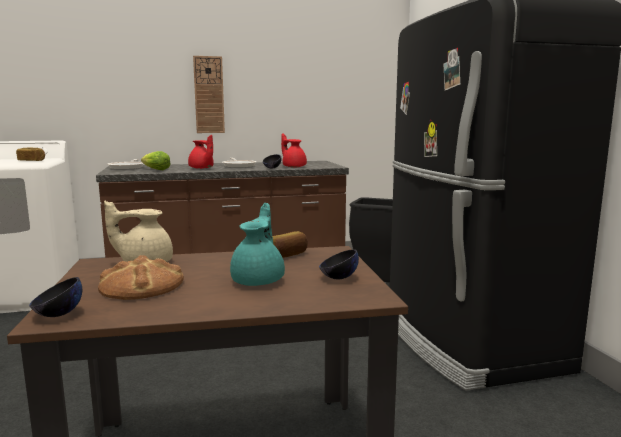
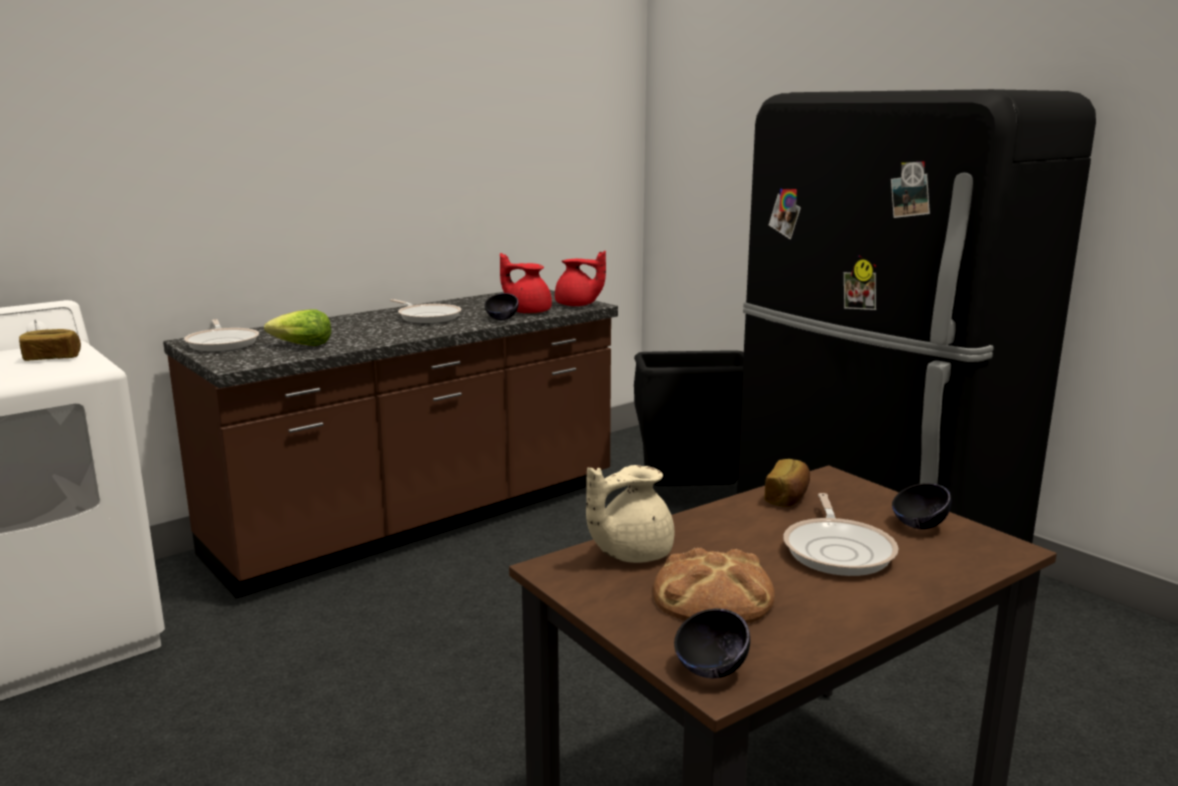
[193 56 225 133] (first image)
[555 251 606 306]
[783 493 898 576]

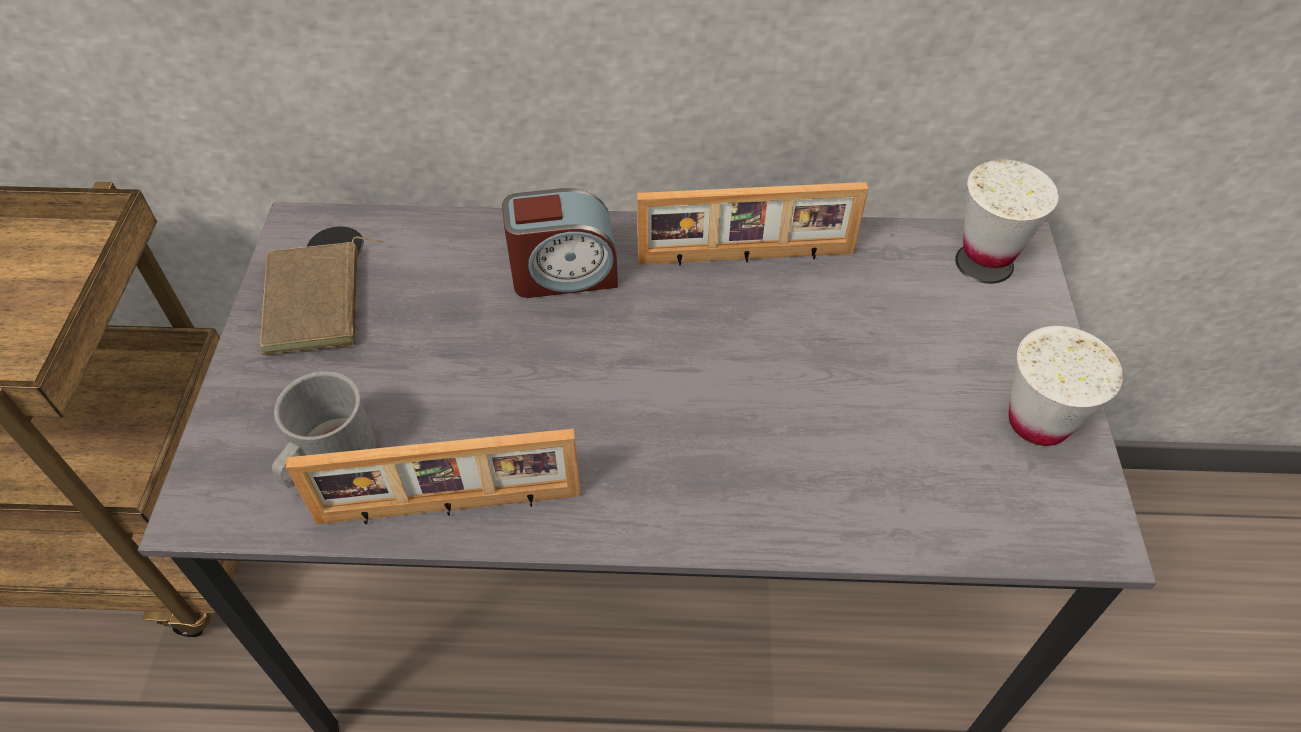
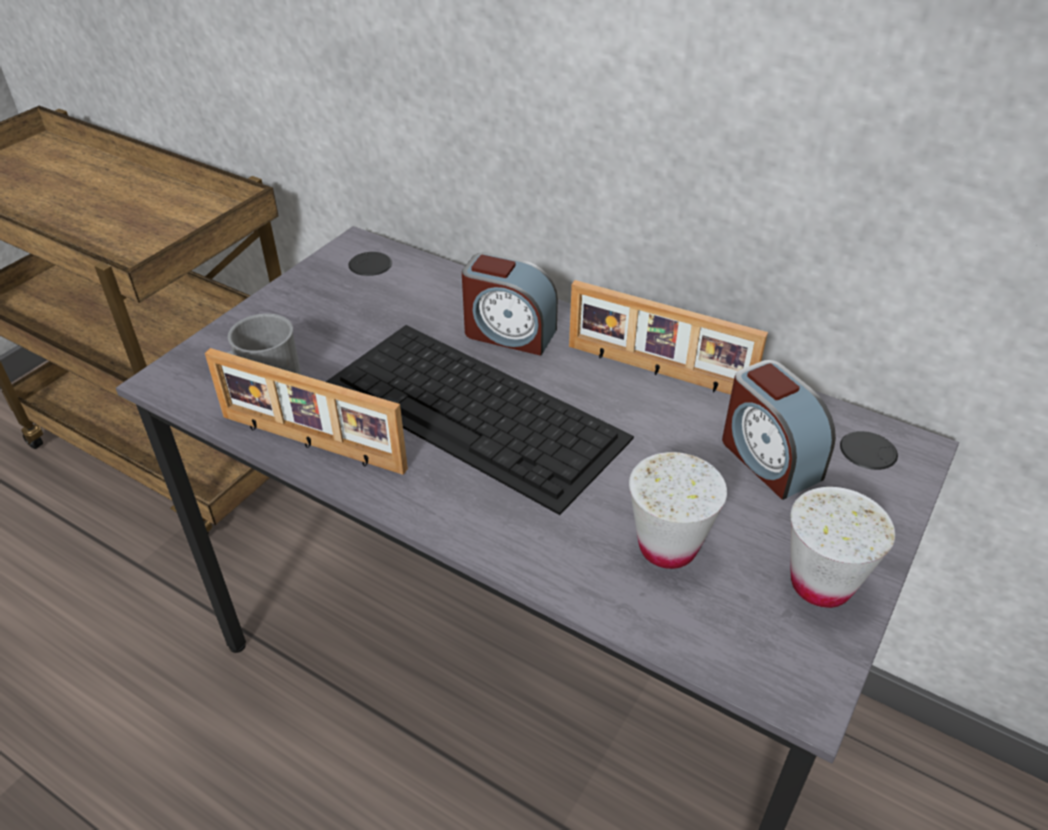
[629 452 727 569]
[260 237 383 355] (first image)
[326 325 634 515]
[722 360 836 500]

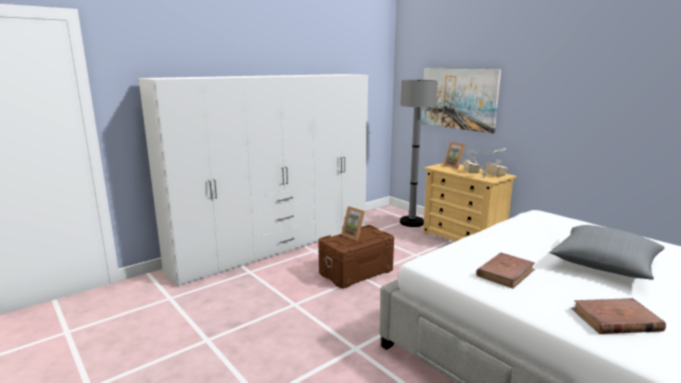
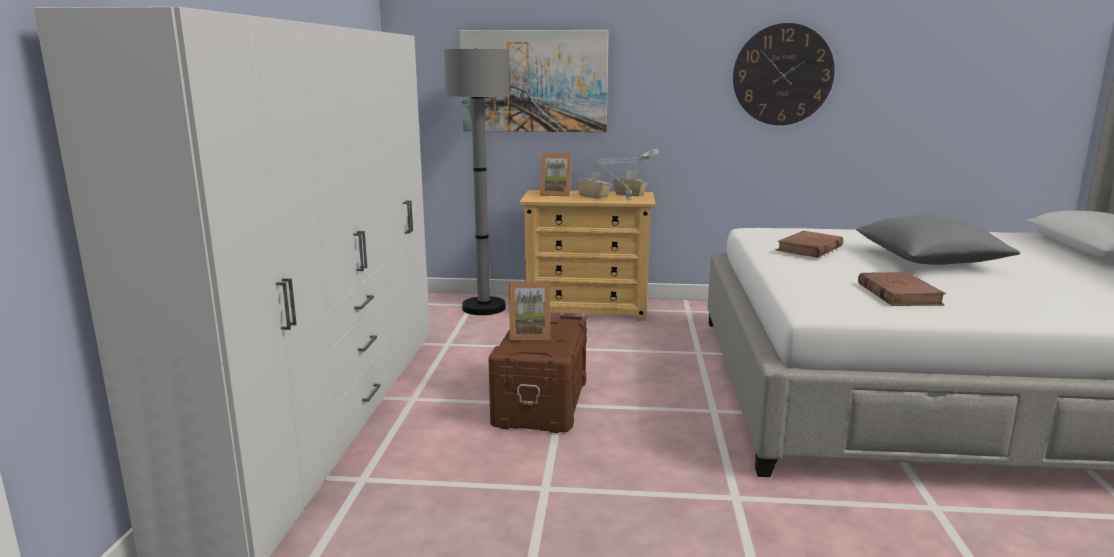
[776 231 843 257]
[733 23 835 125]

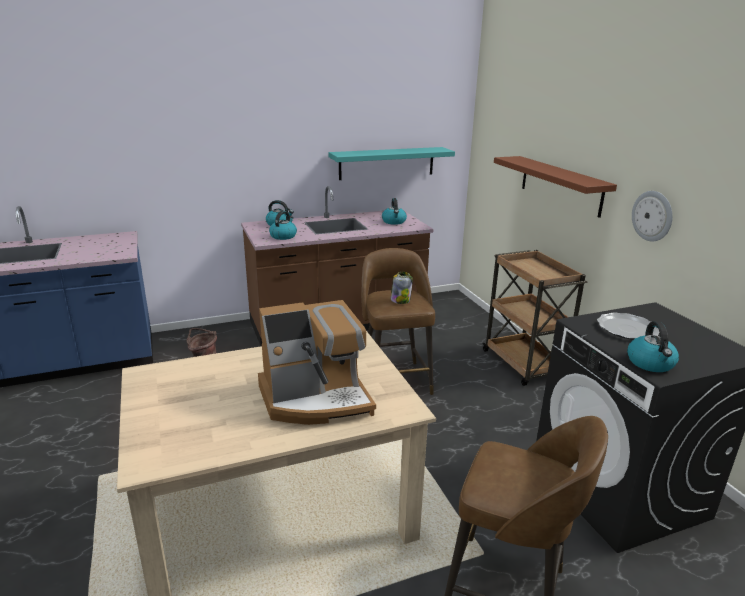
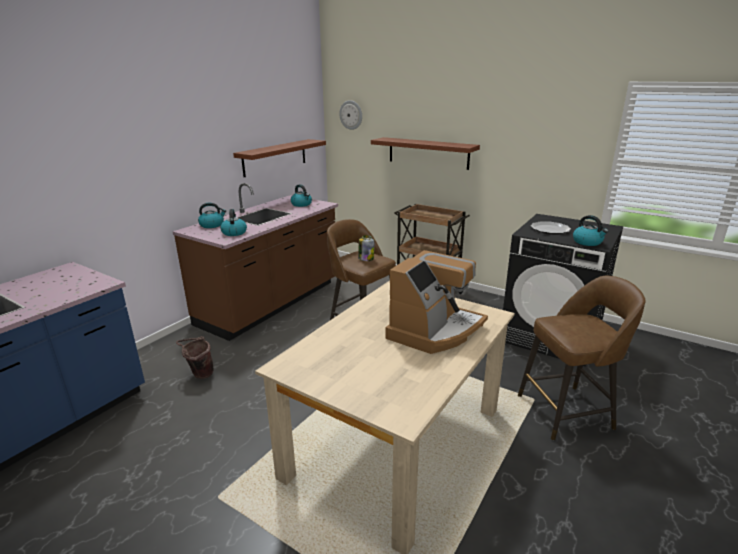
[233 139 326 177]
[339 100 362 130]

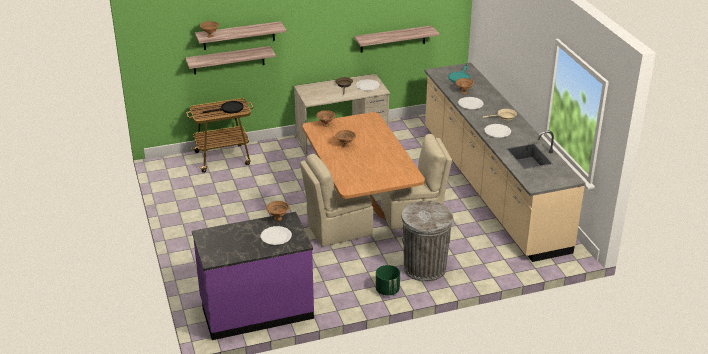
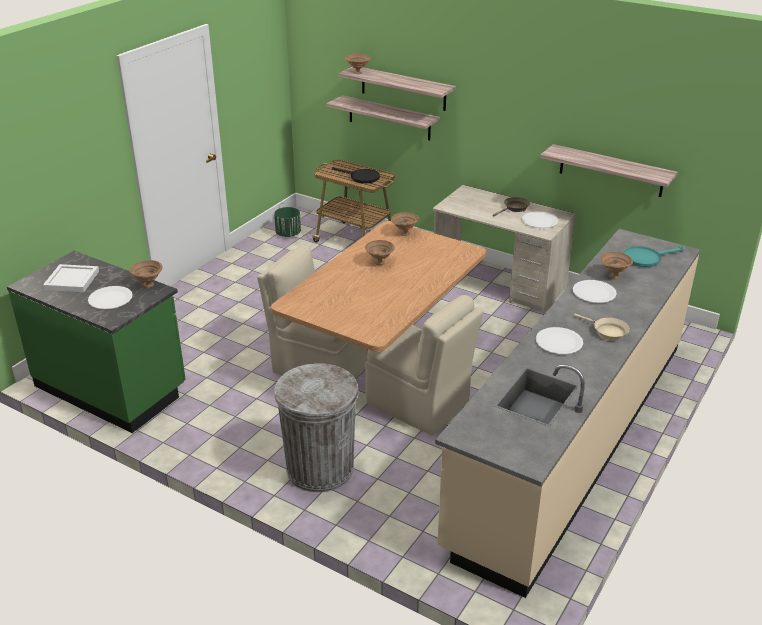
[7 251 186 433]
[274 207 301 237]
[43 264 99 292]

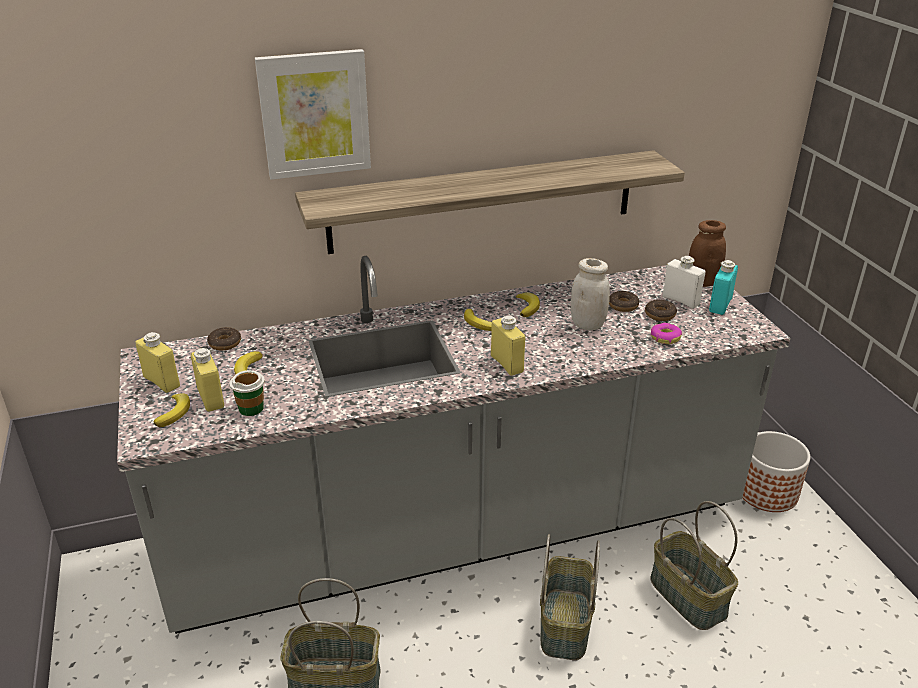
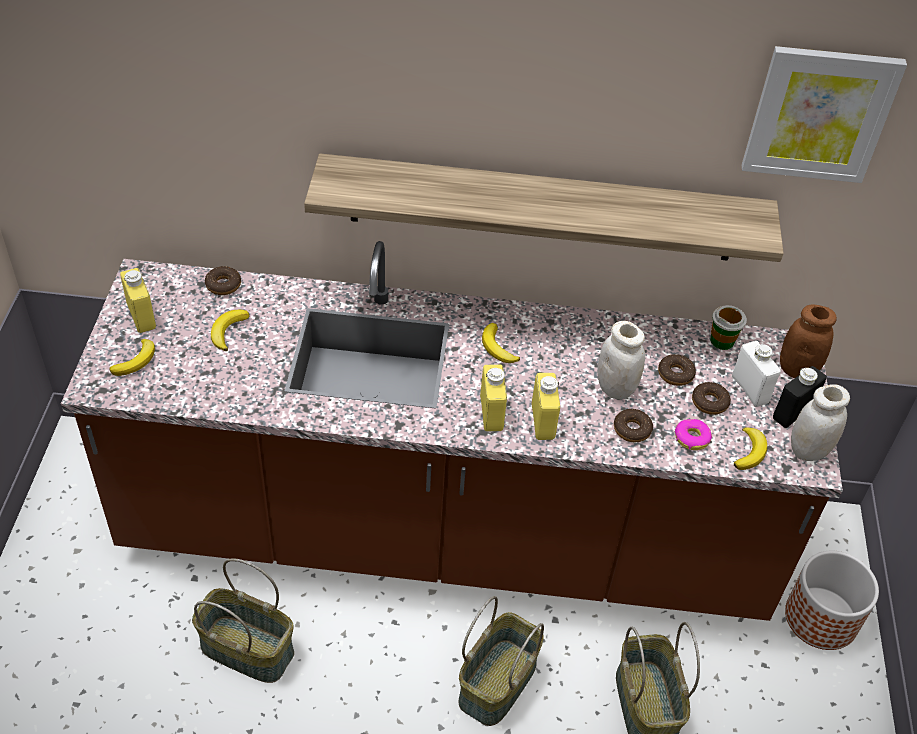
[741 46 907 183]
[61 241 843 621]
[773 366 827 428]
[734 427 767 470]
[532 373 560 440]
[710 305 747 350]
[791 384 850 461]
[614 409 653 442]

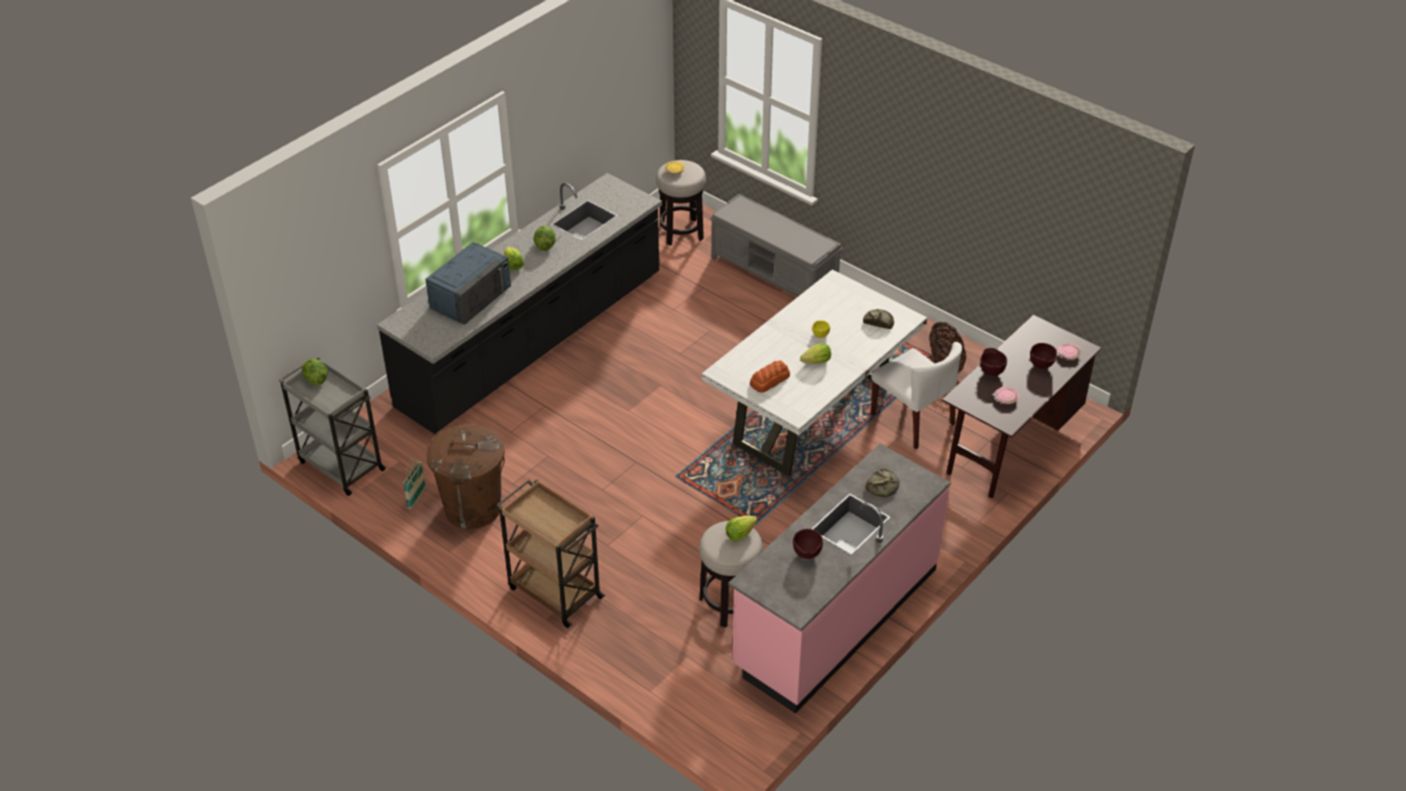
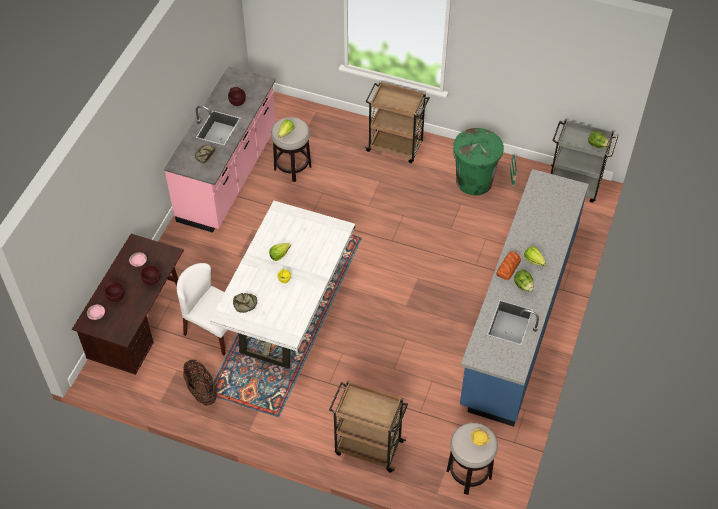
[460 169 589 427]
[329 380 408 473]
[426 242 511 325] (first image)
[496 251 521 280]
[453 128 504 195]

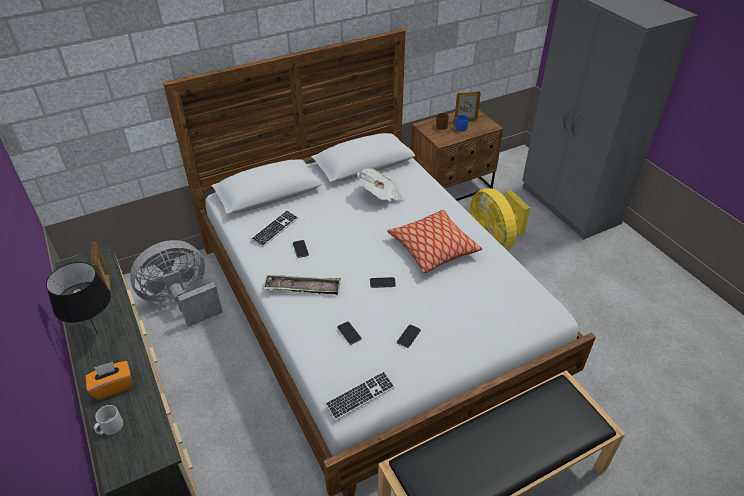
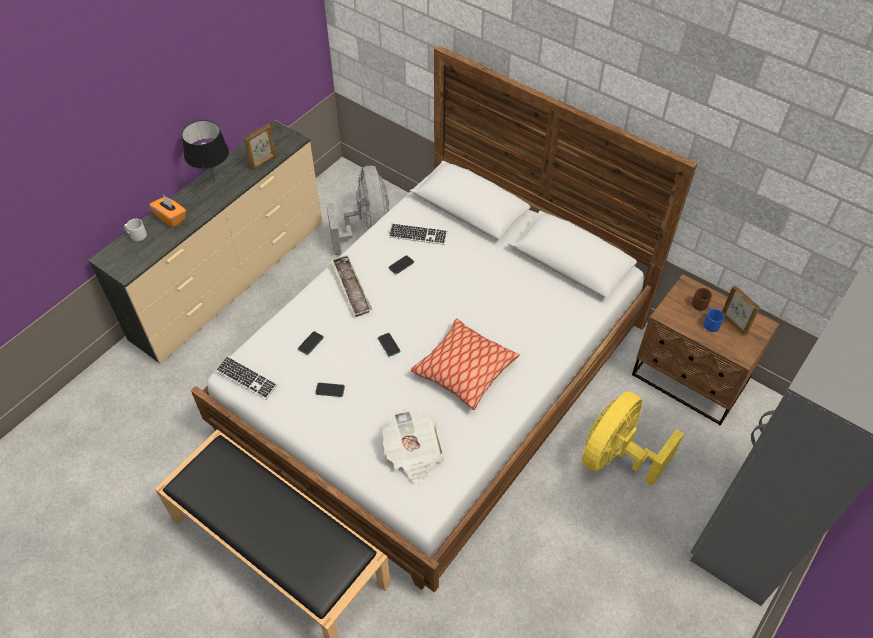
[382 409 444 484]
[326 166 389 255]

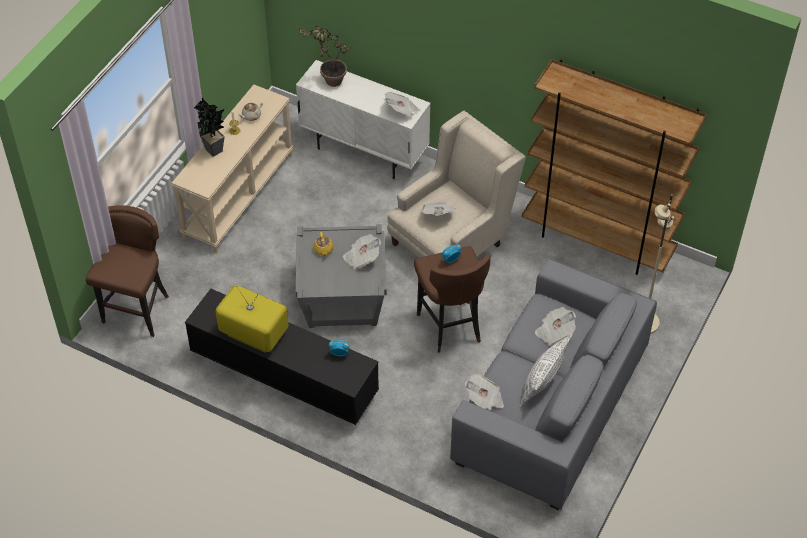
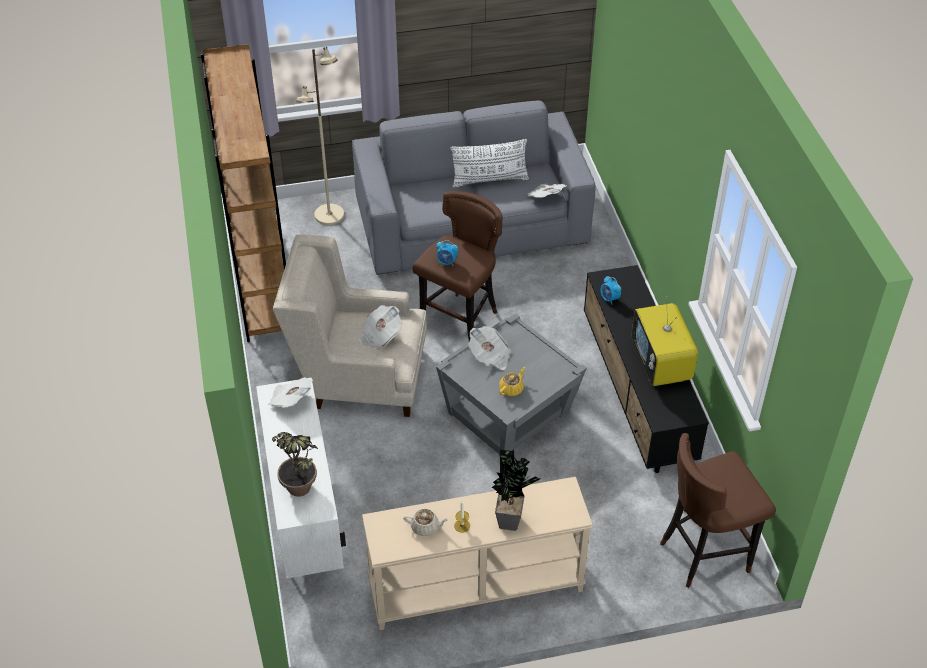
[535 307 576 346] (first image)

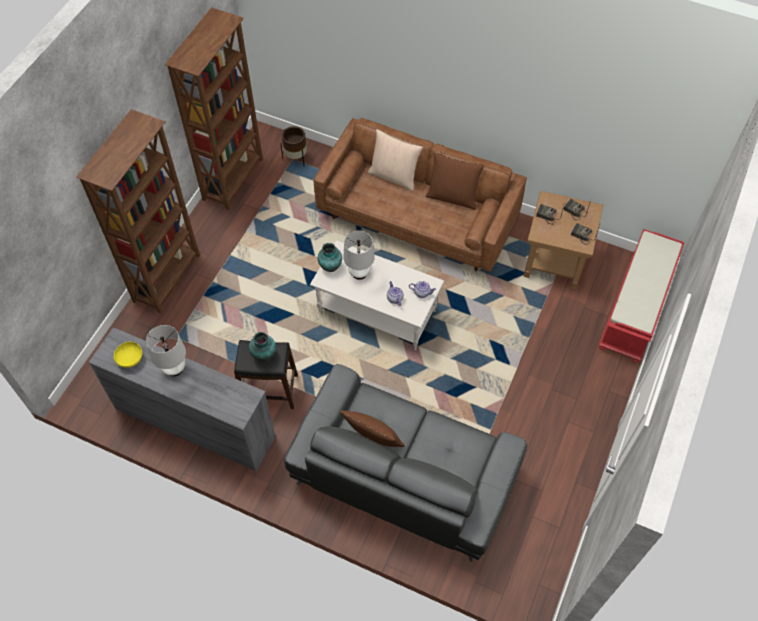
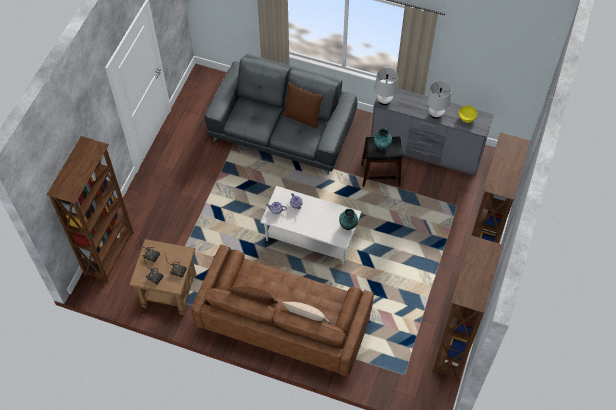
[280 126 307 166] (first image)
[46 136 134 284]
[375 68 398 105]

